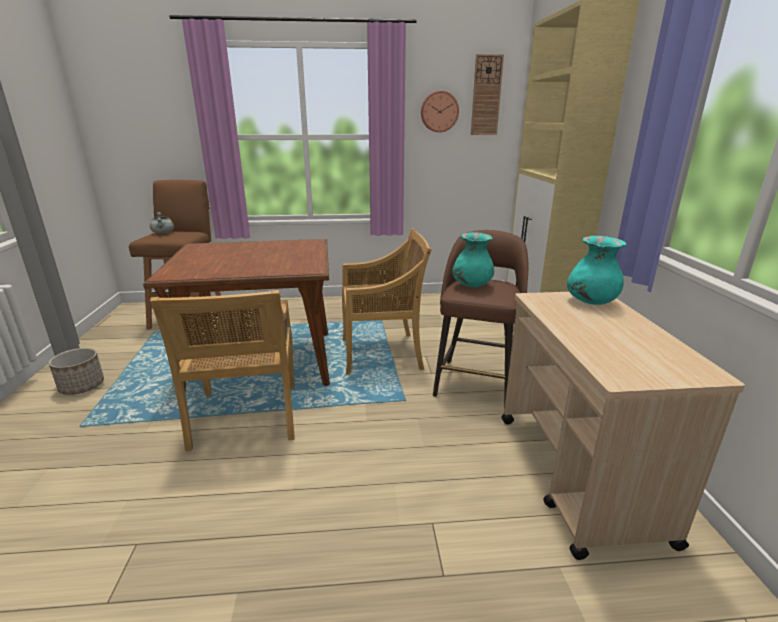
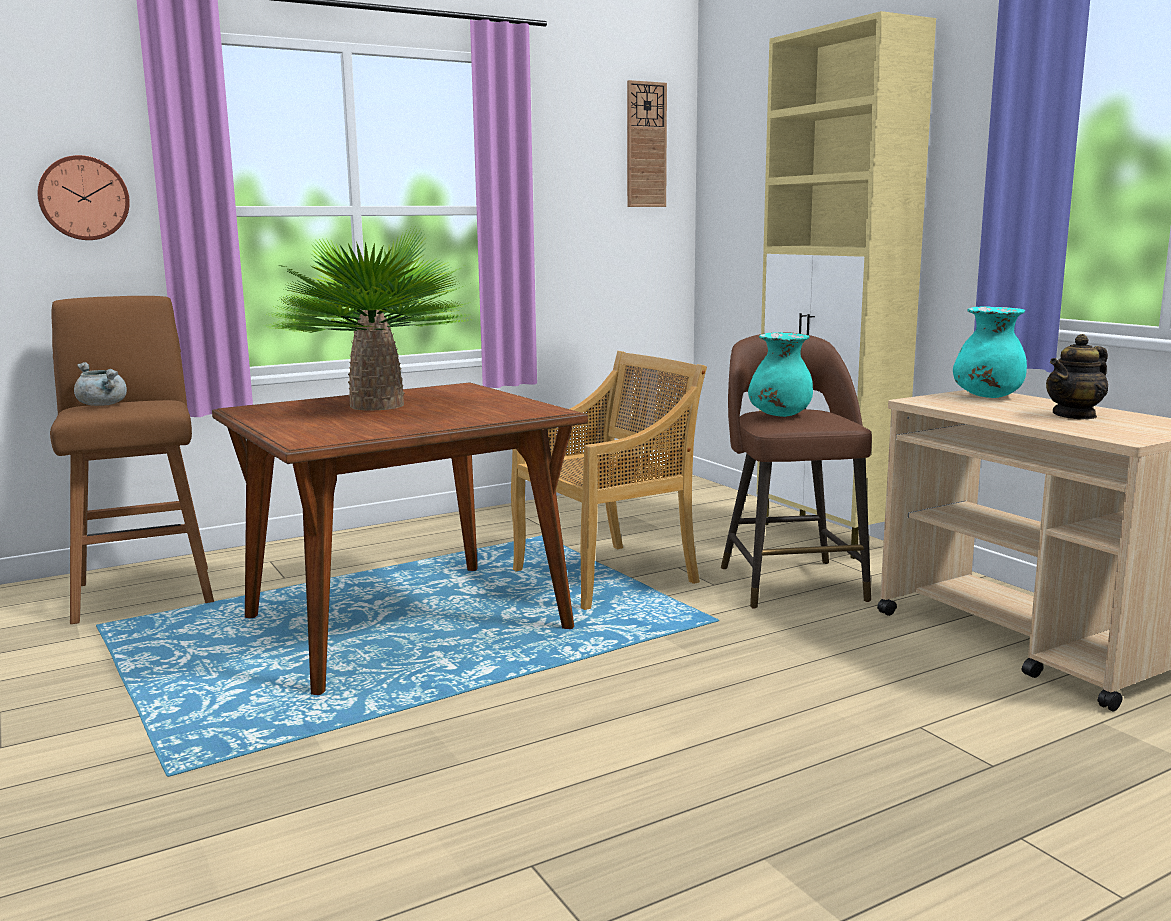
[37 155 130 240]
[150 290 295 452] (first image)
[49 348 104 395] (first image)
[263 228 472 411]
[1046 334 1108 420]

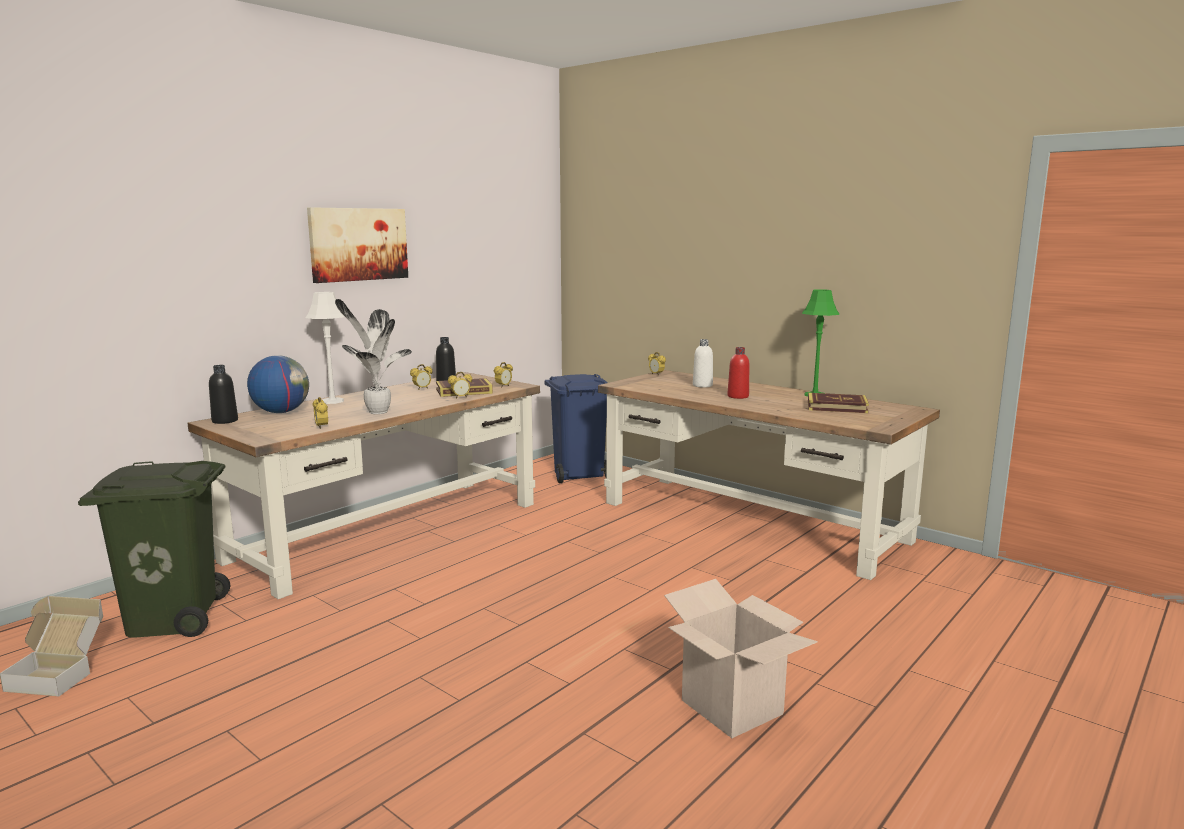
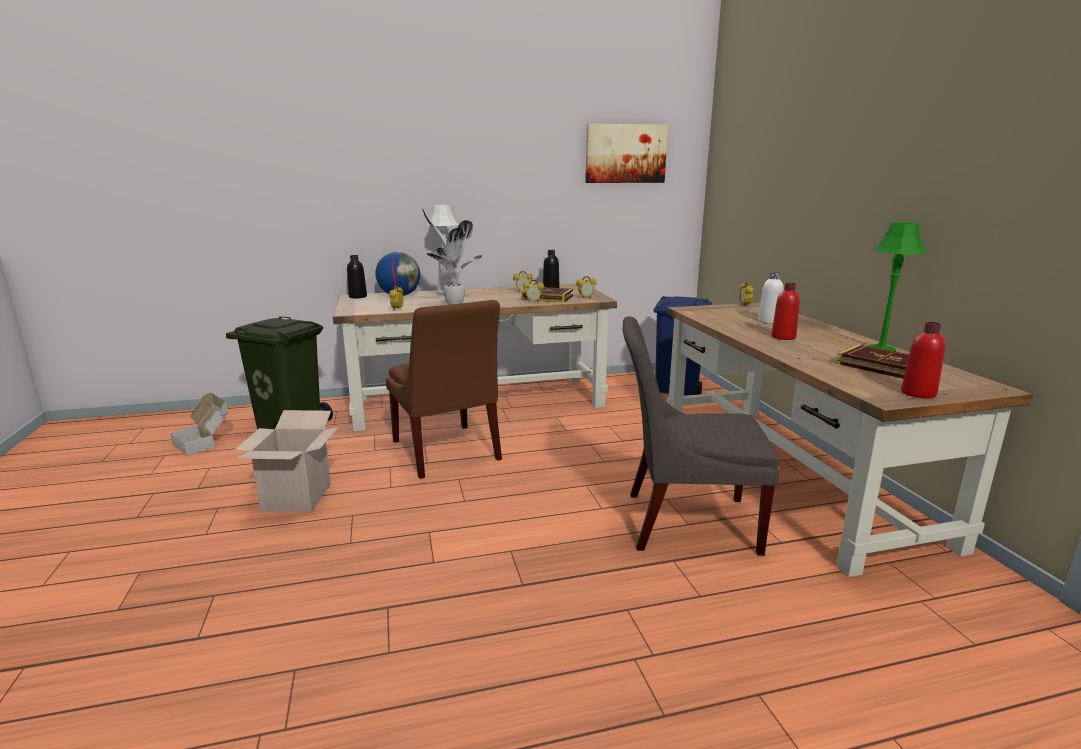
[585 123 668 183]
[235 410 338 512]
[386 300 502 479]
[622 316 779 556]
[901 322 946 398]

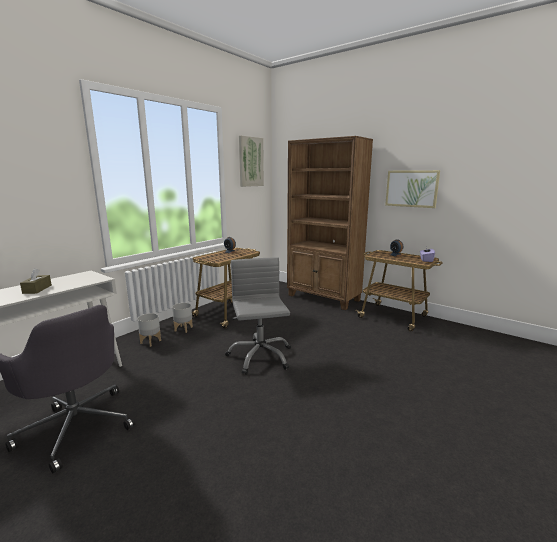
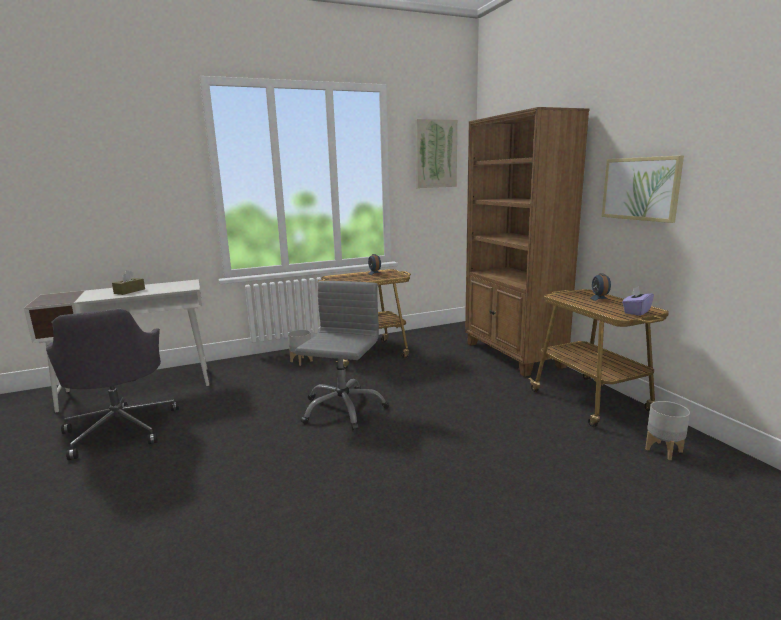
[645 401 690 460]

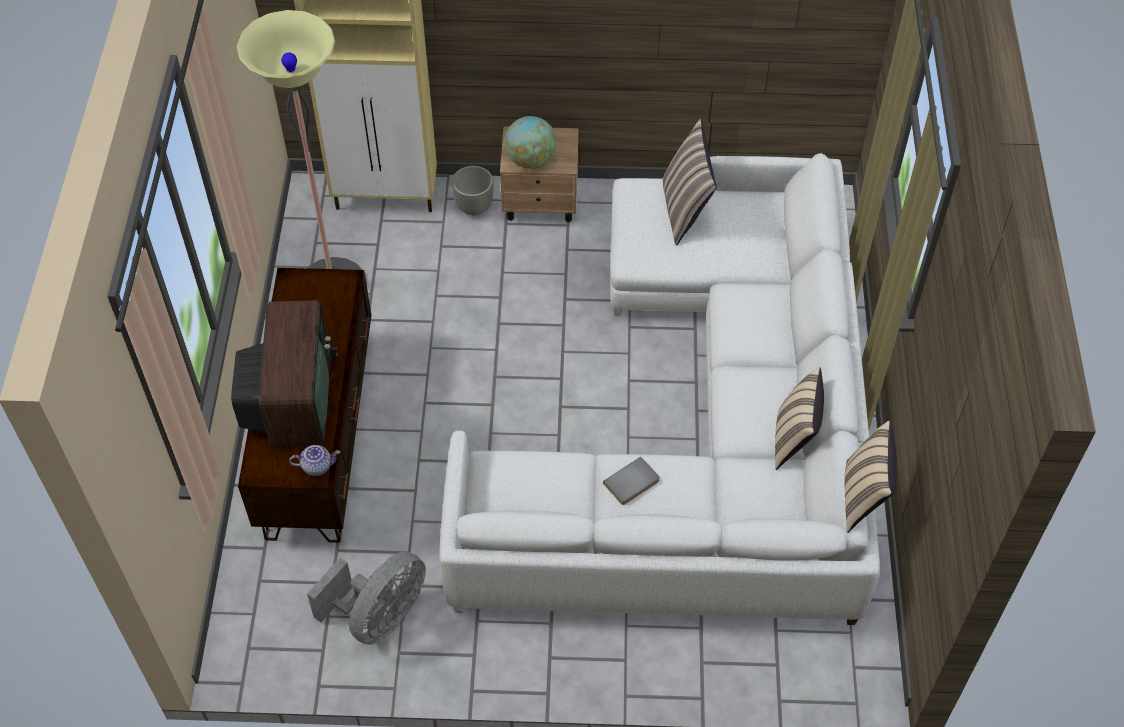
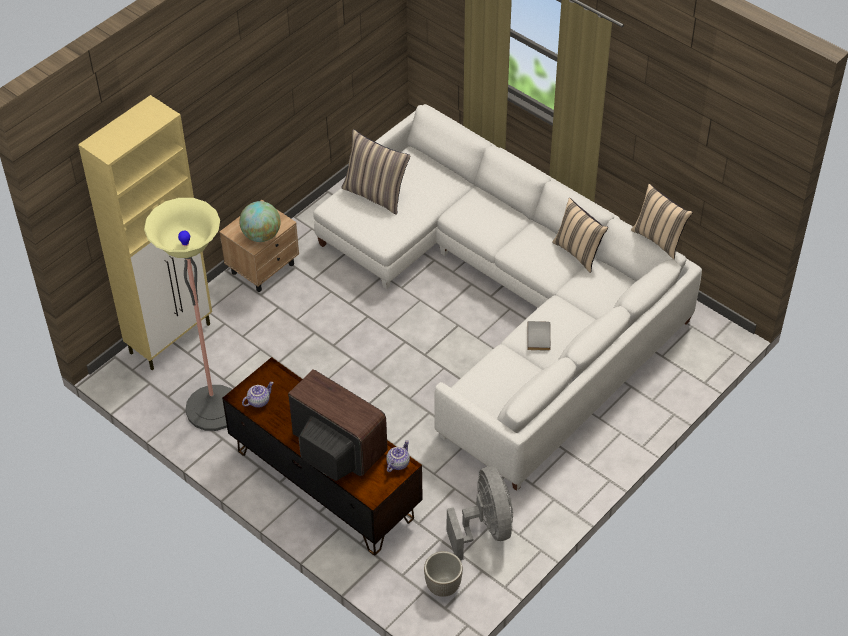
[424 551 463 597]
[242 382 274 408]

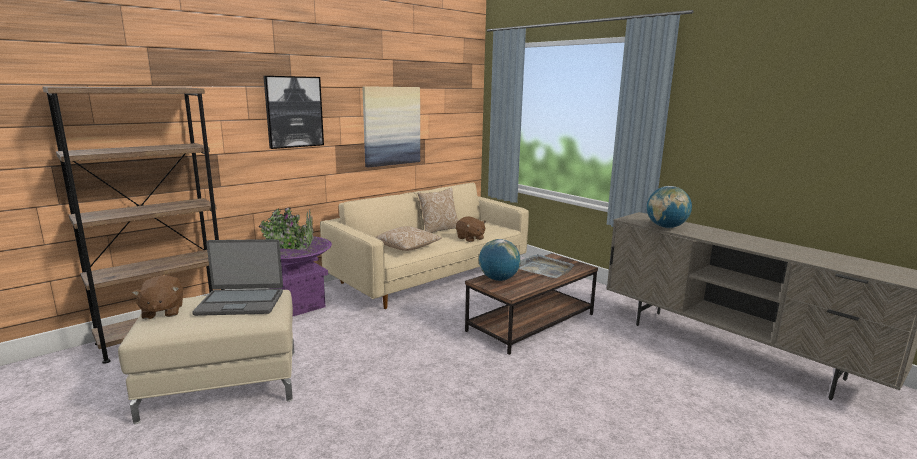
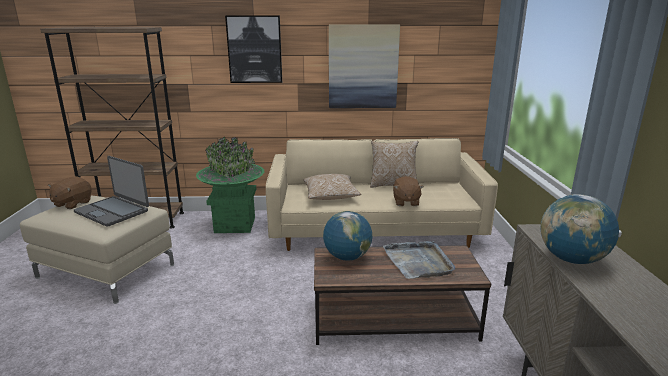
[196 137 264 233]

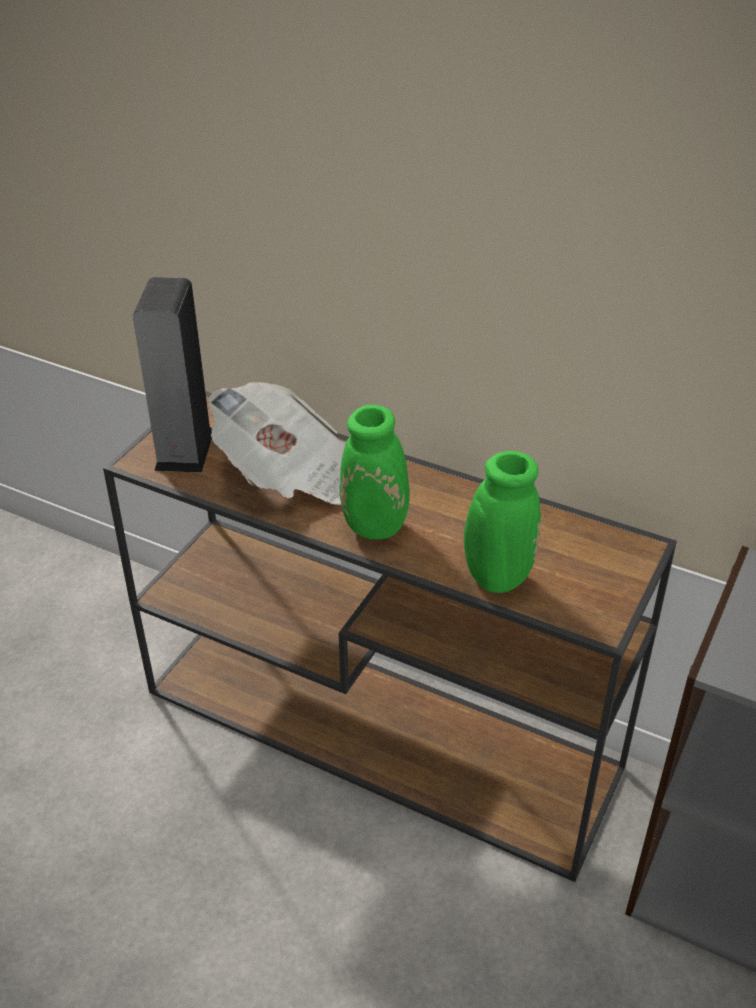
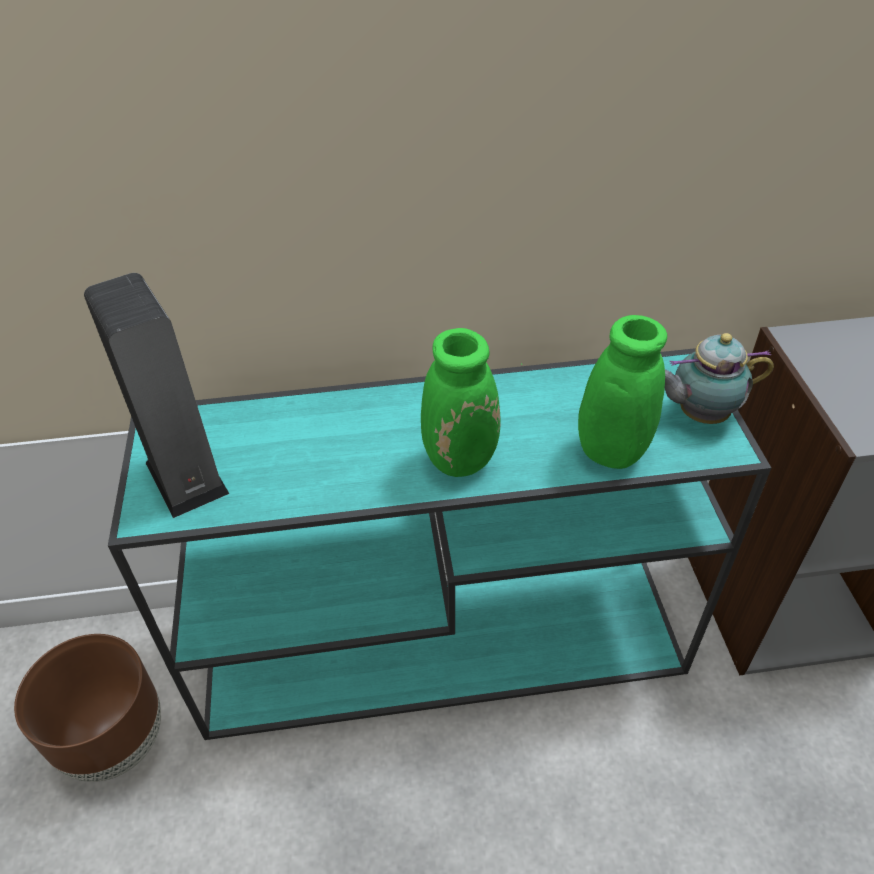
[209 382 346 505] (first image)
[108 348 771 740]
[665 333 774 424]
[14 634 161 782]

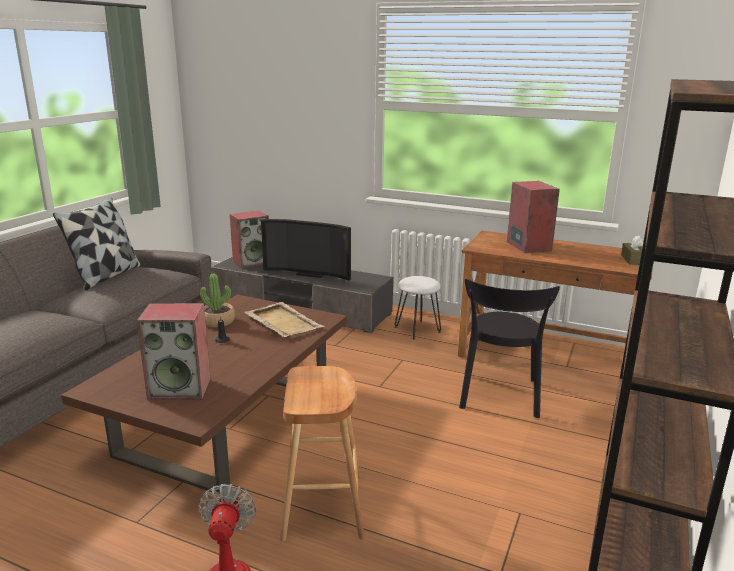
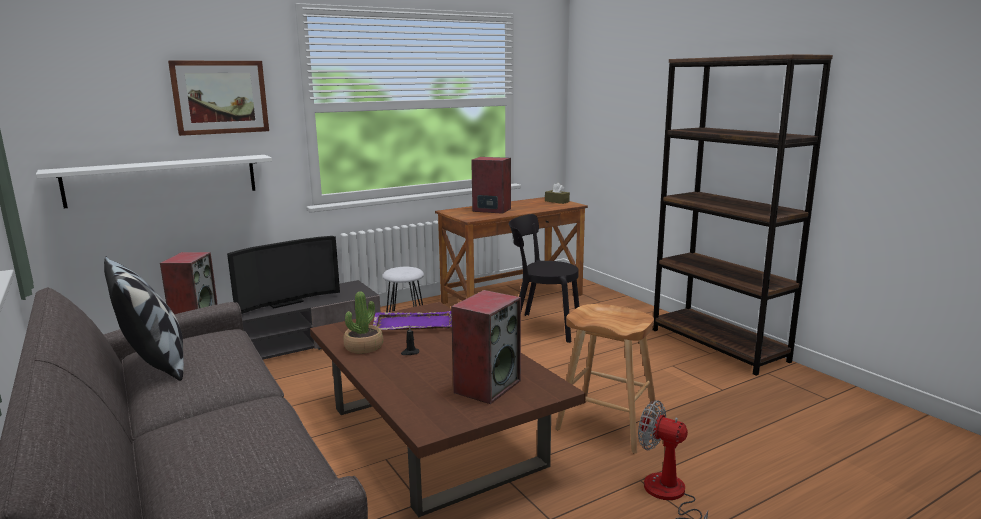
[509 214 579 343]
[373 311 452 330]
[168 61 269 136]
[36 155 272 208]

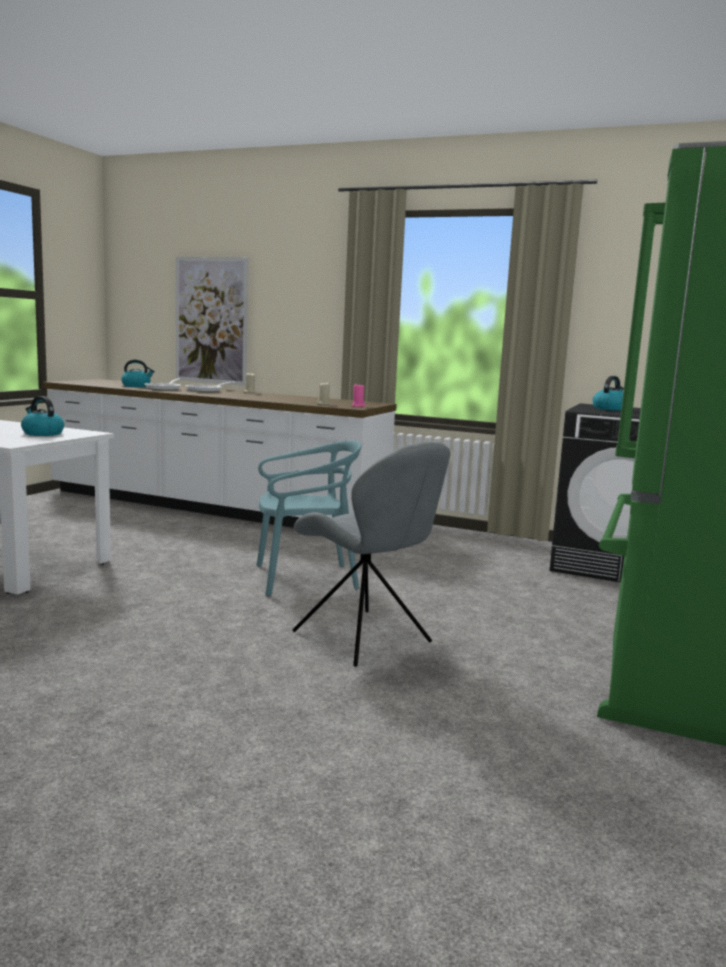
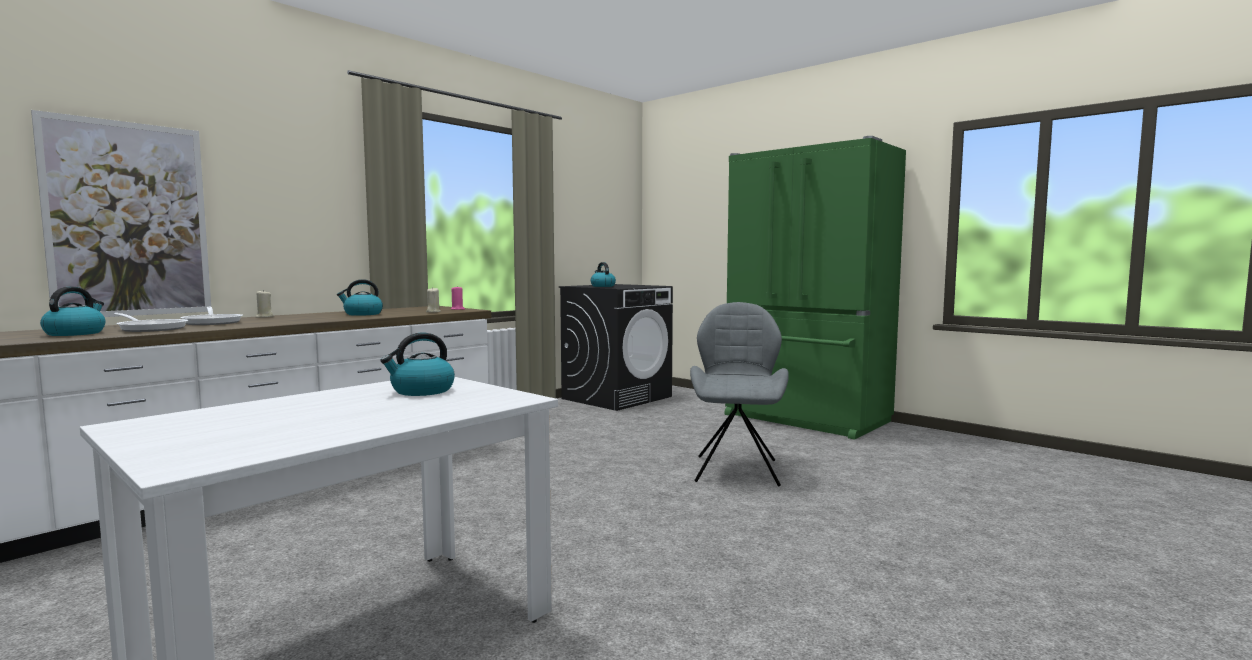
[256 440 361 596] (first image)
[690 302 789 487]
[337 279 383 316]

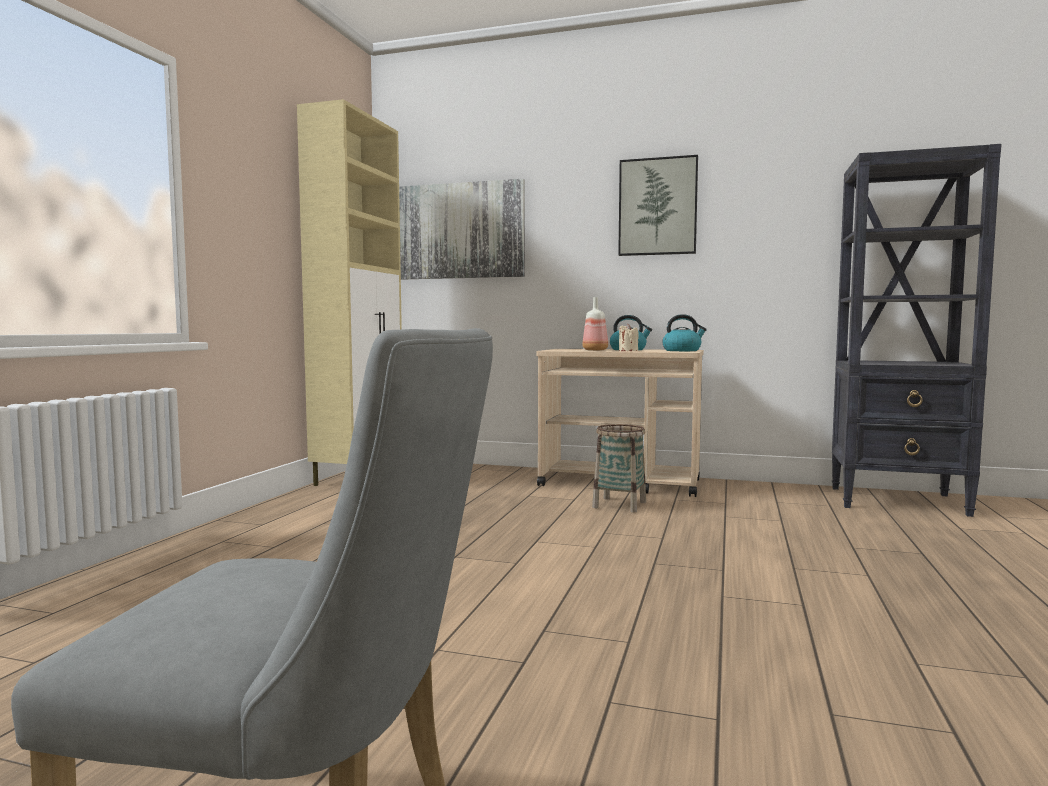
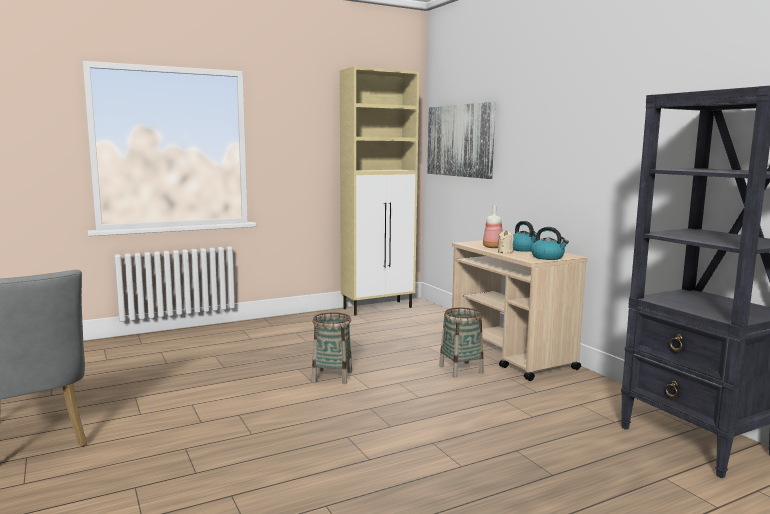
[618 155 698 256] (first image)
[312 312 352 384]

